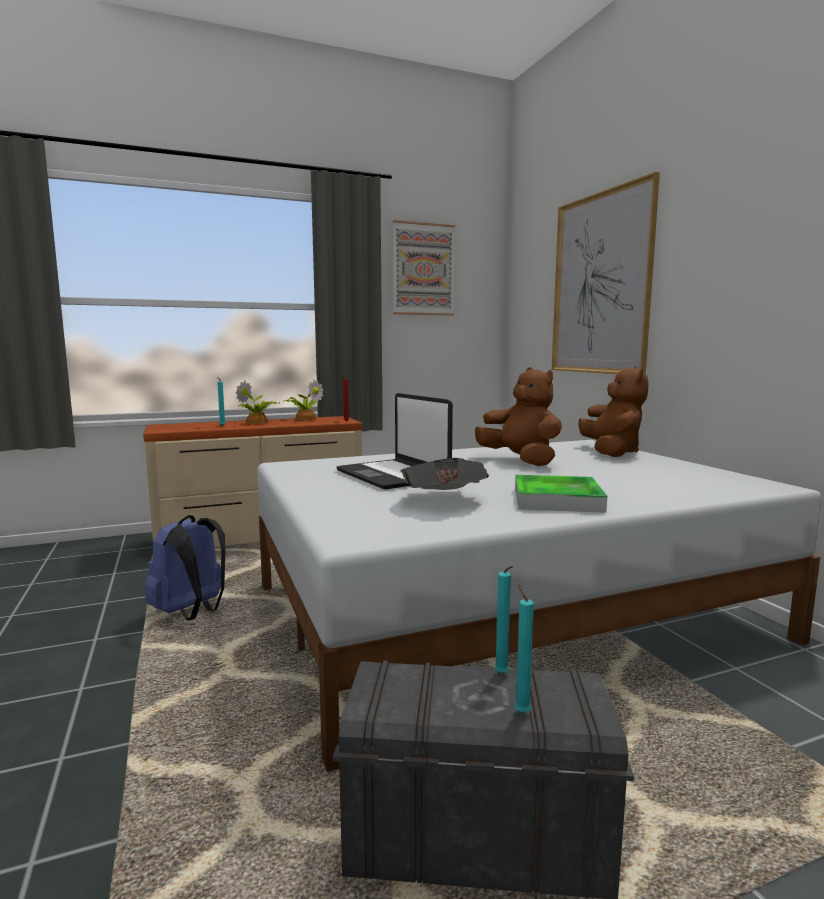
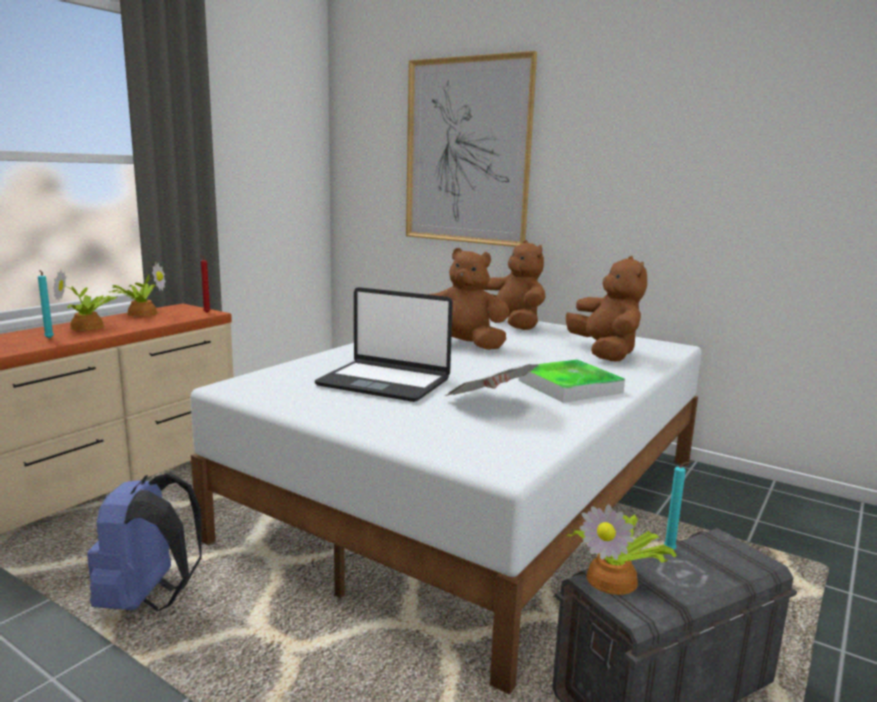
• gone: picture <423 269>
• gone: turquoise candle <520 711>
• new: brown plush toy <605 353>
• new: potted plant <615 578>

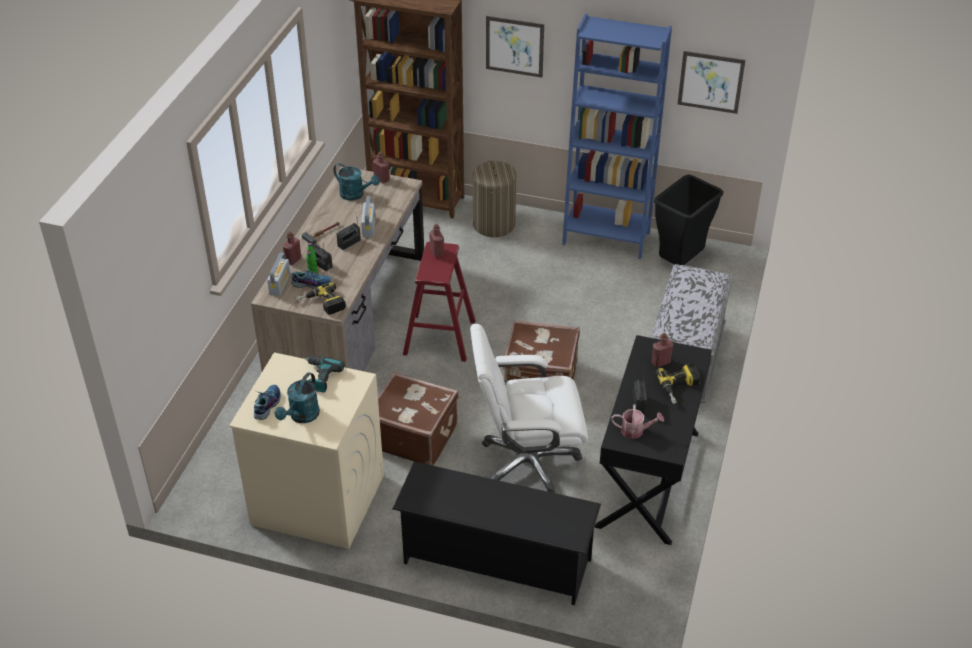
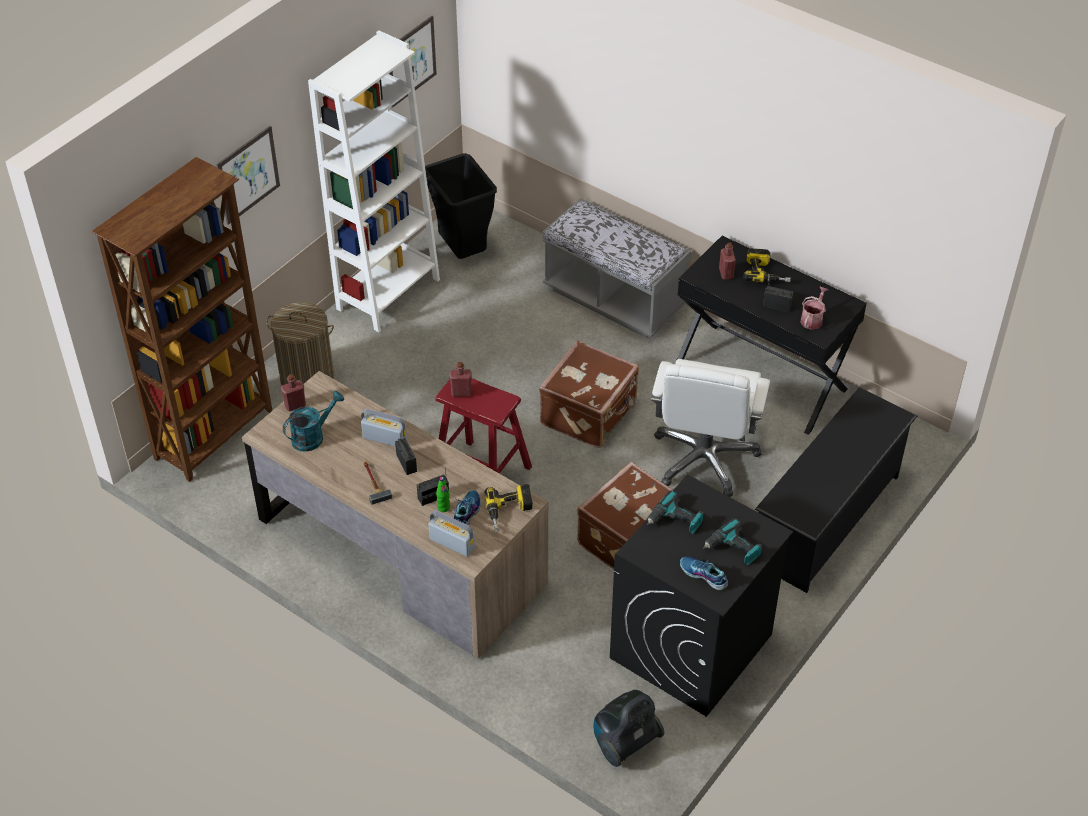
• repainted: blue bookcase <606 238> to white bookcase <388 294>
• gone: red bottle <293 260>
• repainted: beige washing machine <317 499> to black washing machine <690 647>
• swapped: turquoise watering can <301 417> to power drill <733 549>
• new: vacuum cleaner <624 743>

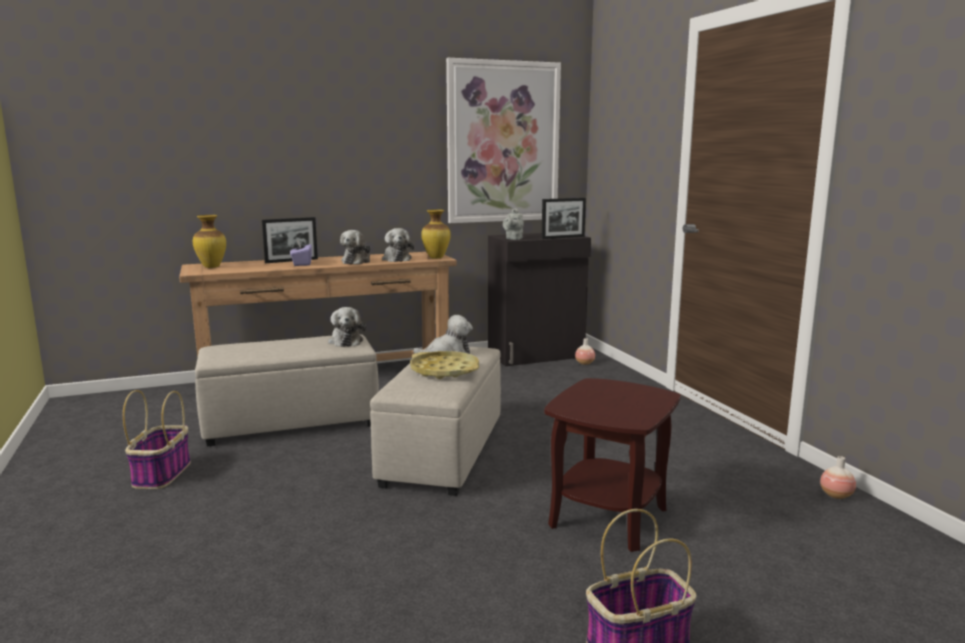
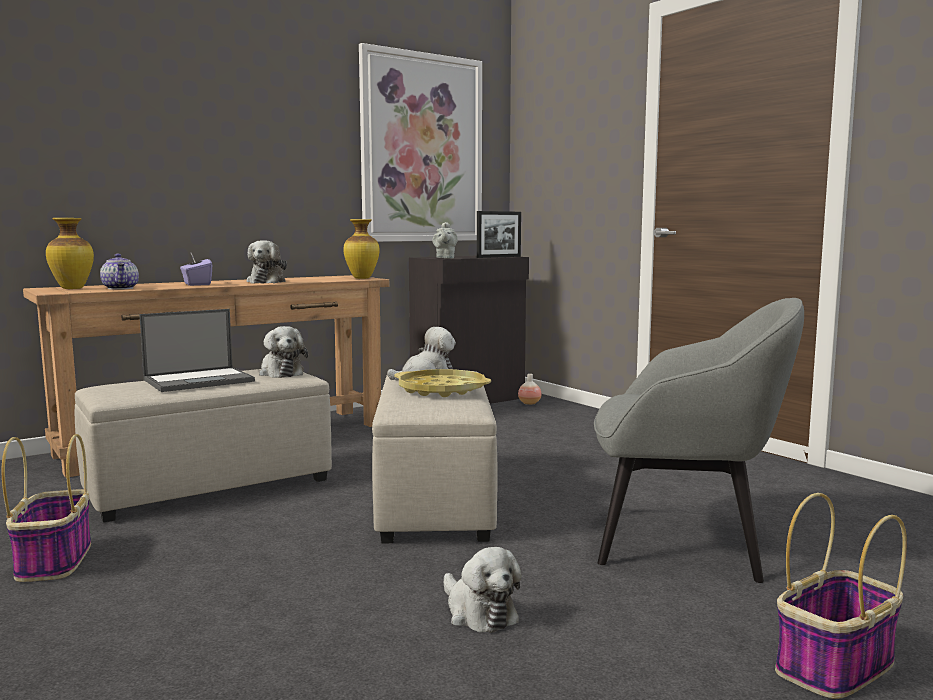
• gone: picture frame <291 261>
• shifted: plush toy <396 259> to <478 612>
• swapped: brown side table <609 517> to grey armchair <685 543>
• gone: vase <836 495>
• new: teapot <121 288>
• new: laptop <200 380>

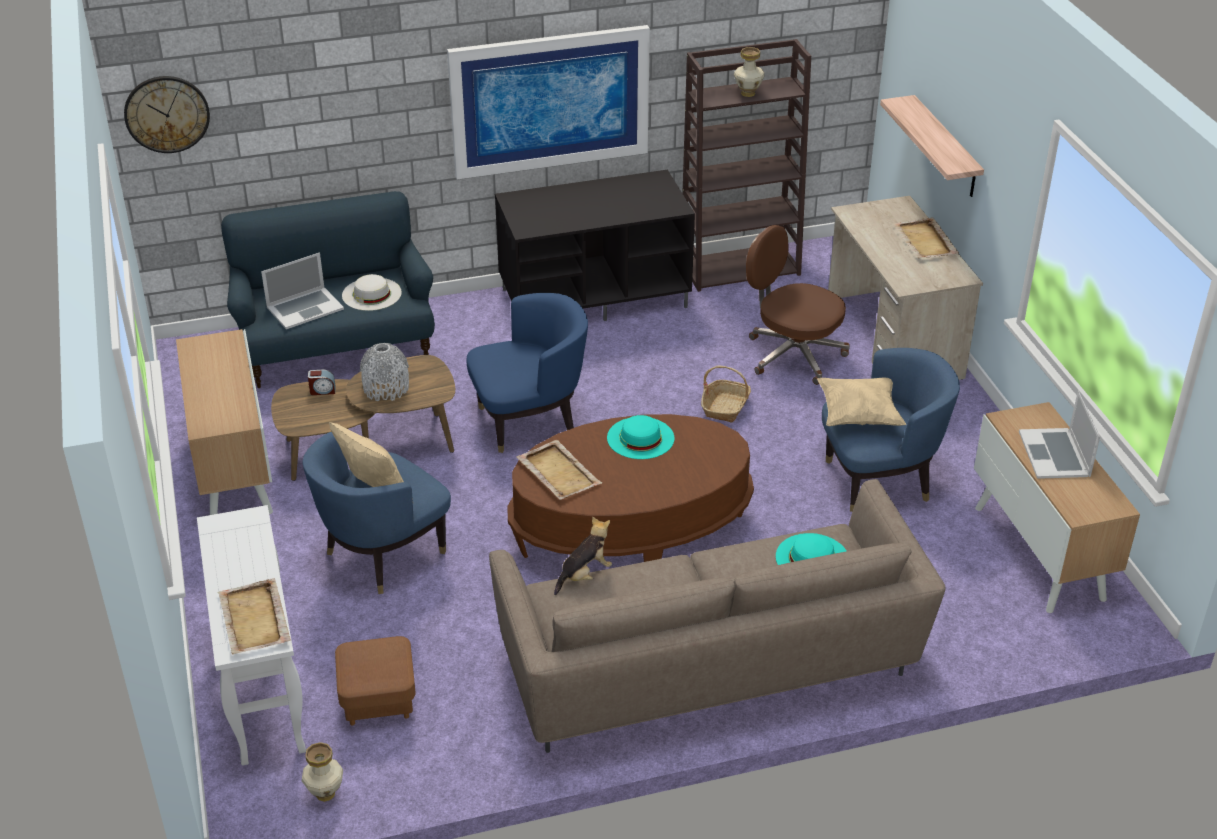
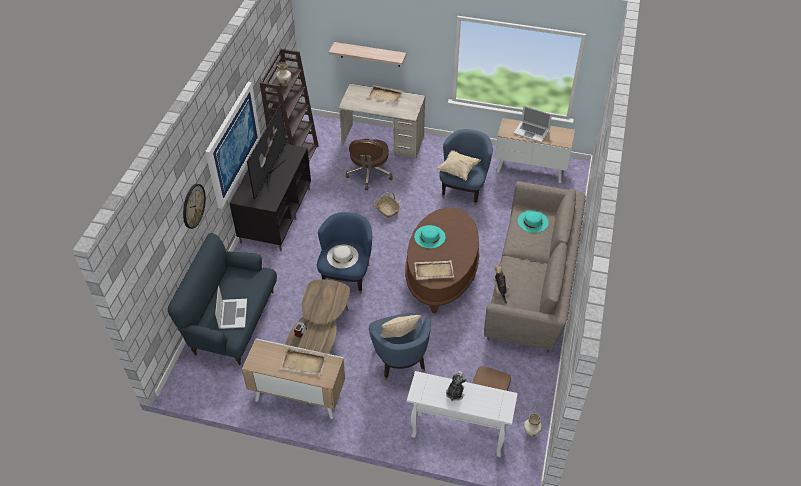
• shifted: wall clock <167 114> to <193 206>
• rotated: brown office chair <793 354> = <369 174> 60 degrees counterclockwise
• shifted: white hat <371 294> to <342 256>
• gone: grey vase <386 388>
• shifted: beige tray <254 620> to <304 362>
• new: television <270 174>
• new: plush toy <455 393>

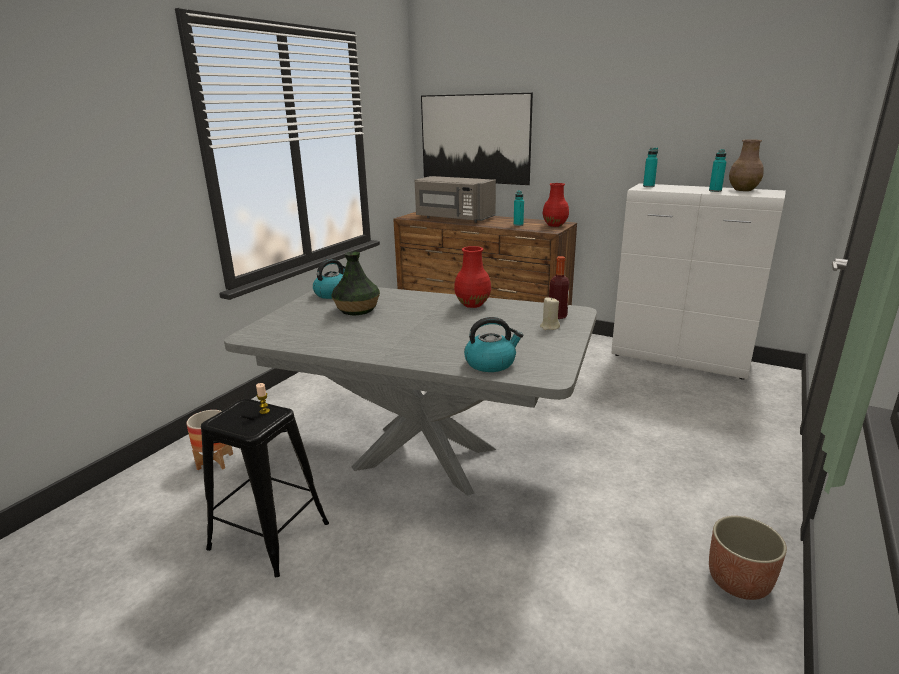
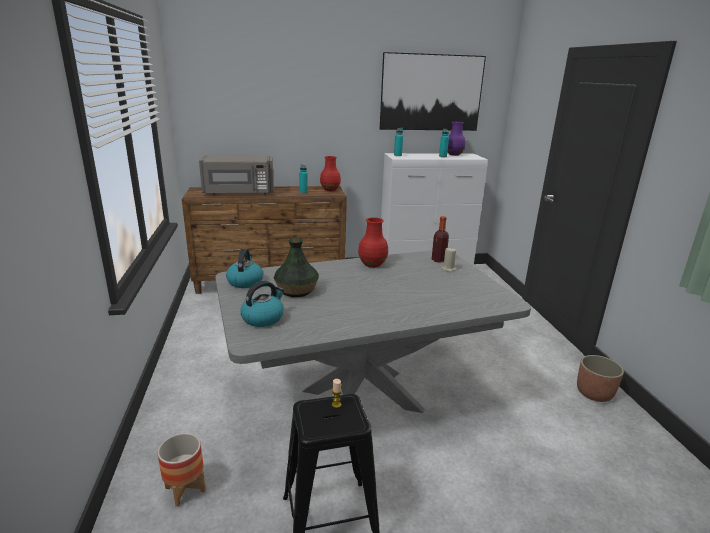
• shifted: picture <474 139> to <431 93>
• repainted: brown vase <743 190> to purple vase <454 154>
• shifted: kettle <491 363> to <263 318>

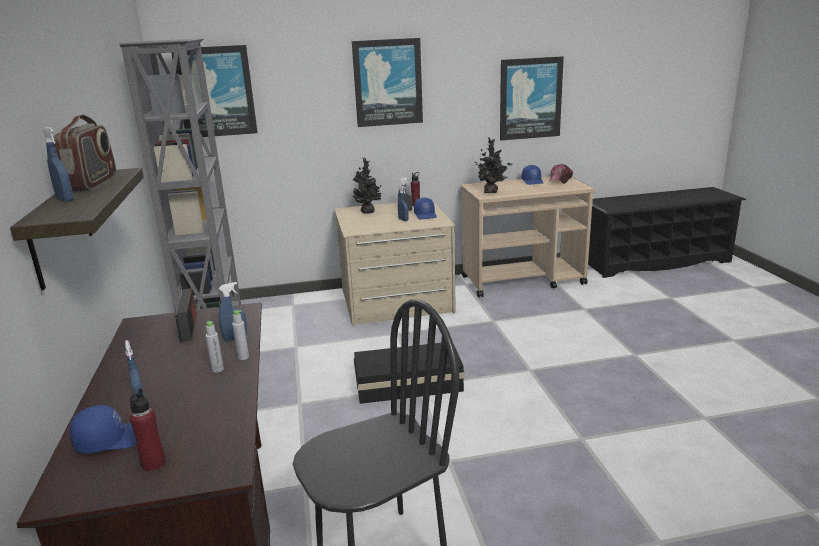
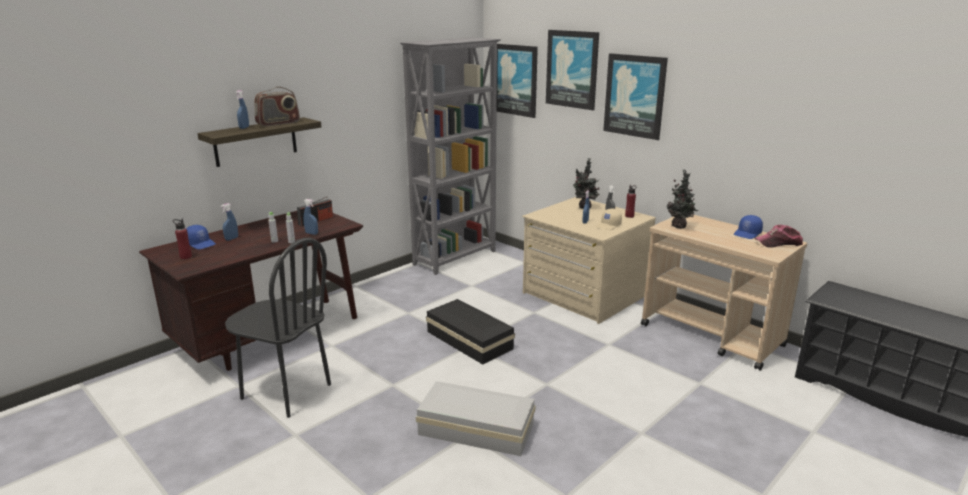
• shifted: picture <530 98> to <572 69>
• repainted: blue cap <425 215> to beige cap <609 225>
• new: white storage box <475 428>

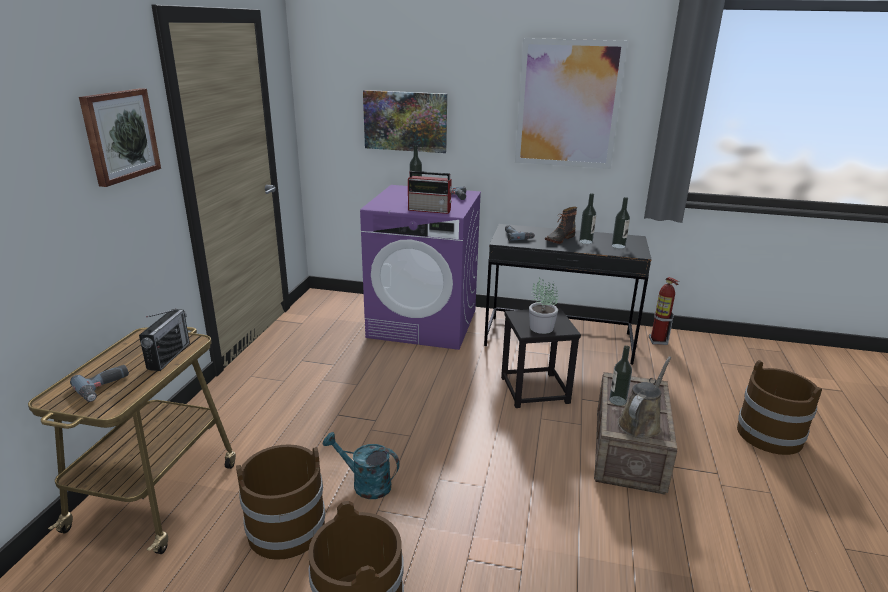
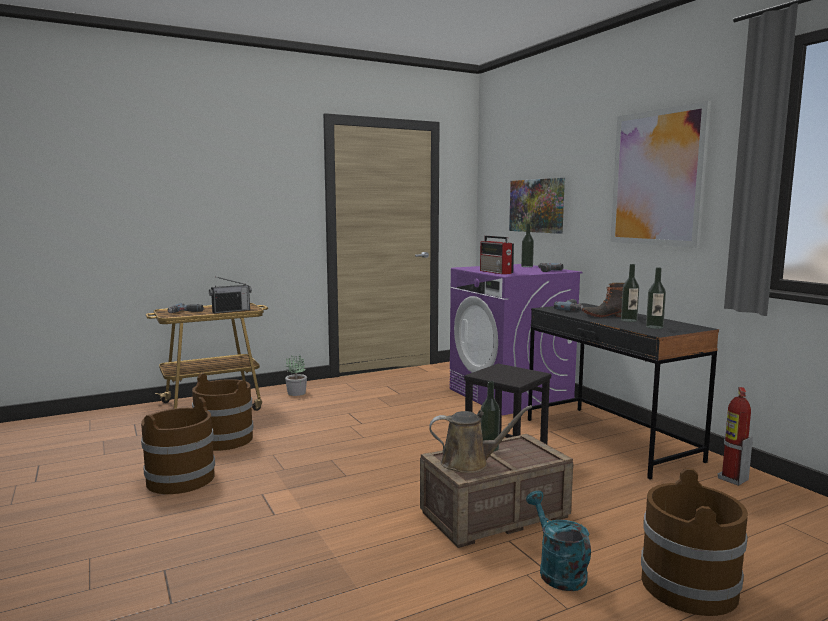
• gone: picture <120 135>
• shifted: potted plant <540 328> to <296 393>
• shifted: turquoise watering can <365 484> to <557 570>

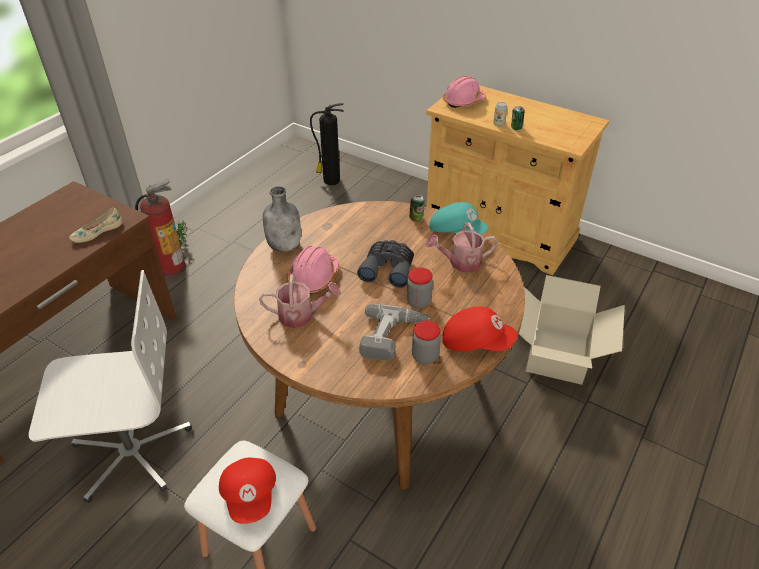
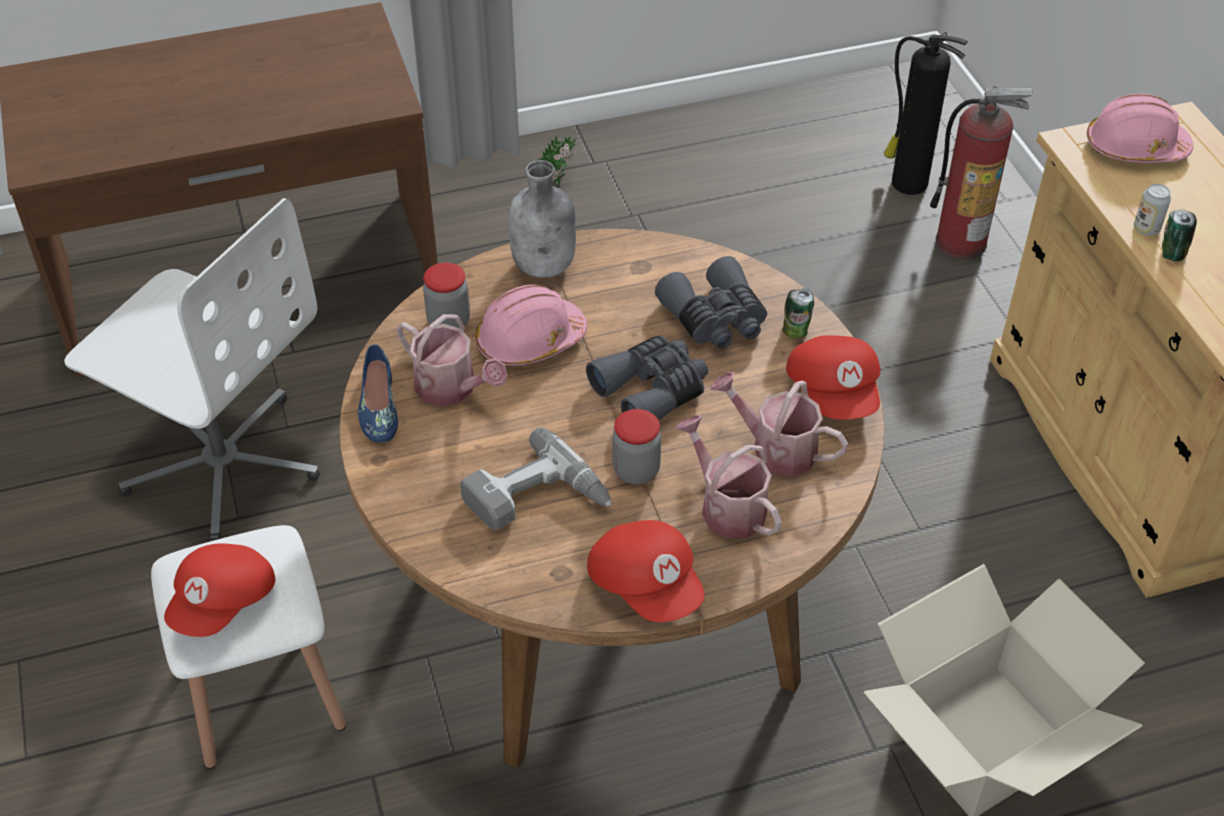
• shifted: fire extinguisher <172 267> to <961 241>
• repainted: turquoise cap <457 232> to red cap <835 393>
• gone: beige shoe <97 232>
• shifted: jar <425 356> to <449 322>
• new: grey binoculars <715 319>
• new: blue shoe <378 407>
• new: watering can <727 506>

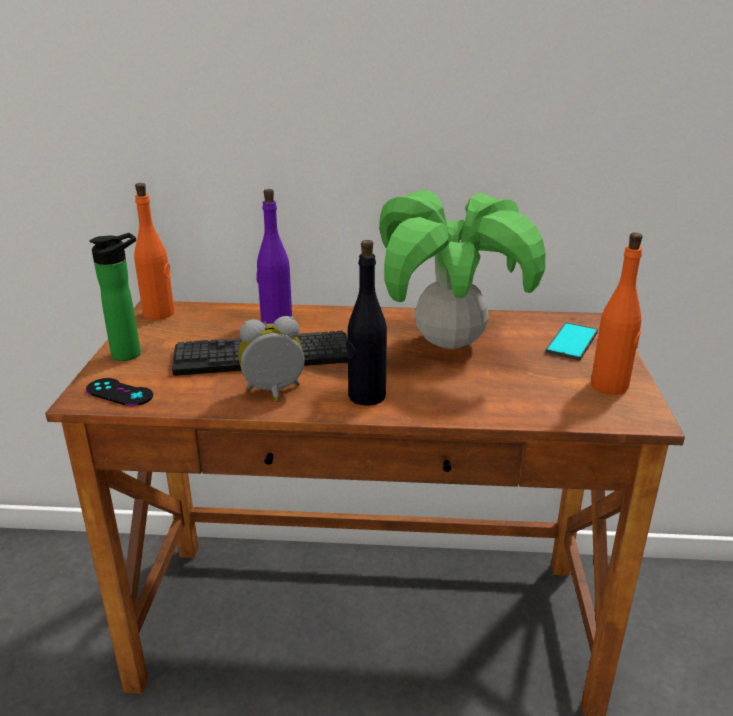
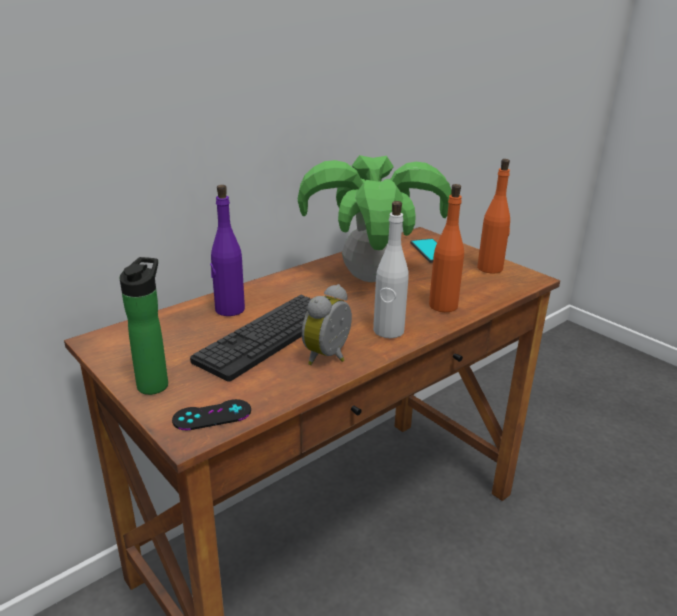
• shifted: orange bottle <159 313> to <443 305>
• repainted: black bottle <366 396> to white bottle <388 331>

